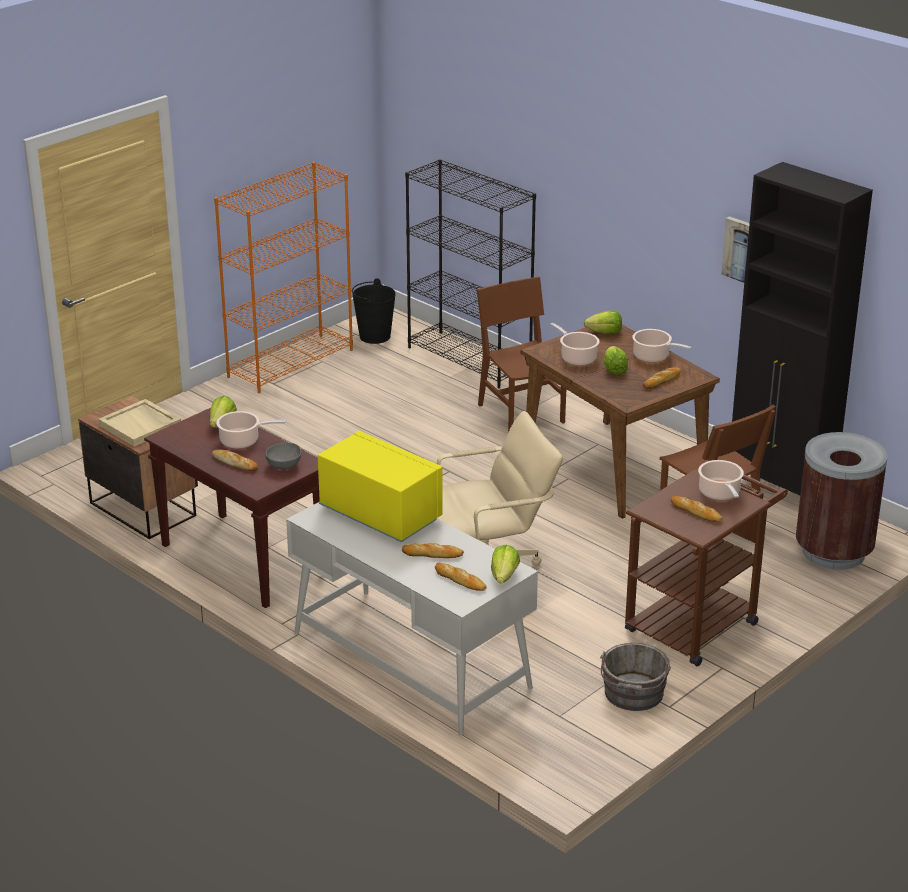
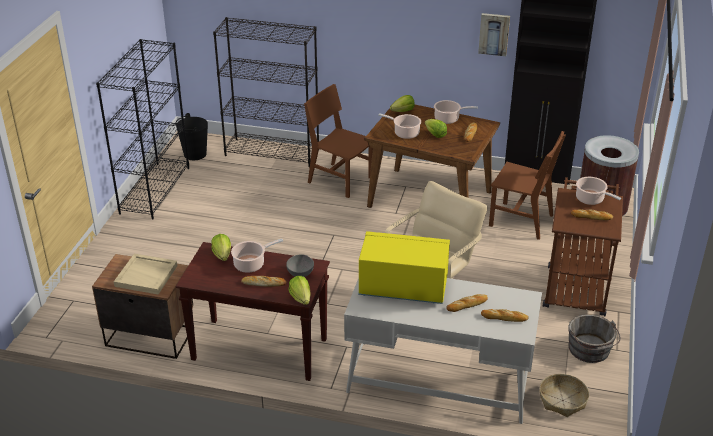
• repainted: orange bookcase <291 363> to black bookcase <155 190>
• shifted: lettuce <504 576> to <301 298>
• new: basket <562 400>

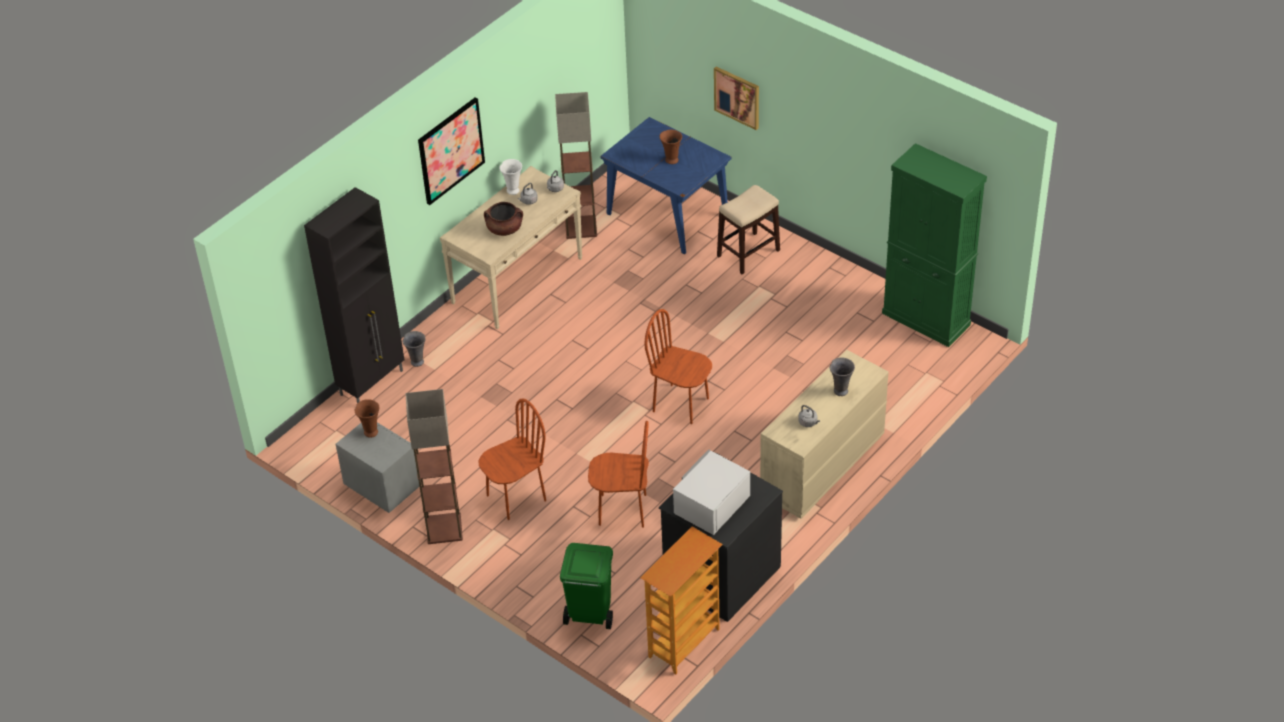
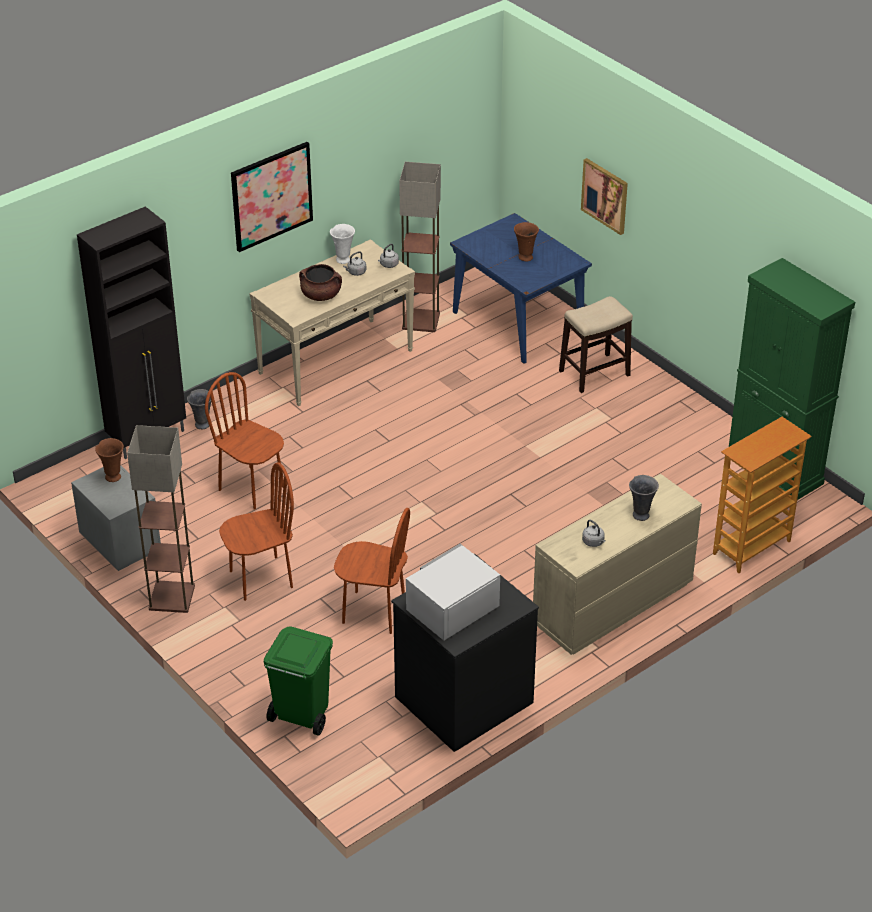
• shifted: brown chair <681 404> to <252 488>
• shifted: bookcase <684 643> to <752 548>

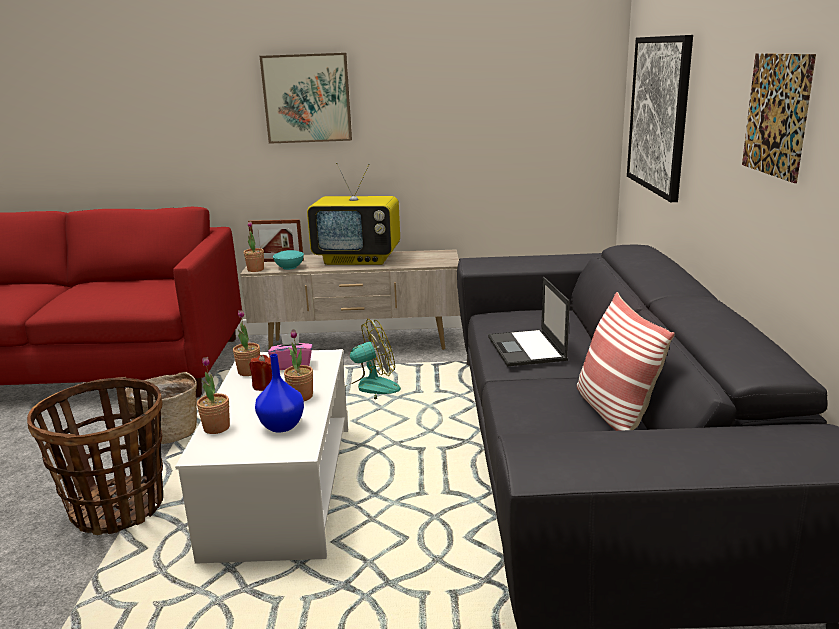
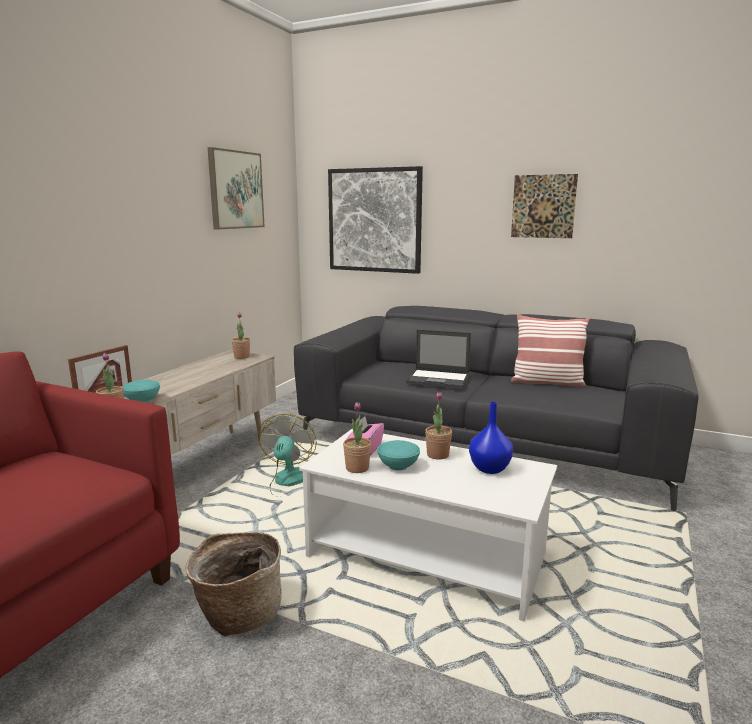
• shifted: picture <307 98> to <235 190>
• gone: television <358 259>
• swapped: red candle <264 386> to turquoise bowl <399 465>
• shifted: potted plant <216 428> to <242 357>
• gone: basket <118 508>

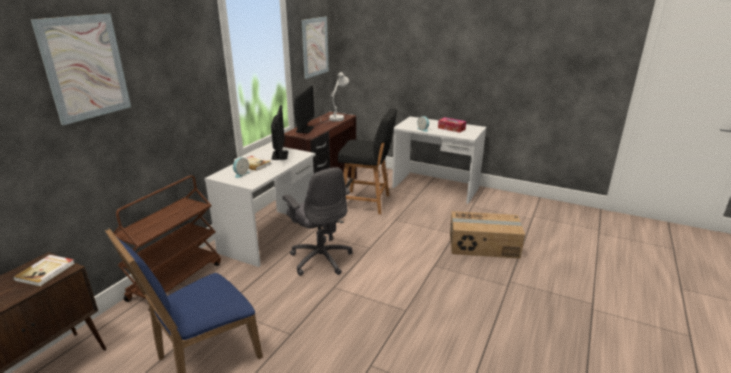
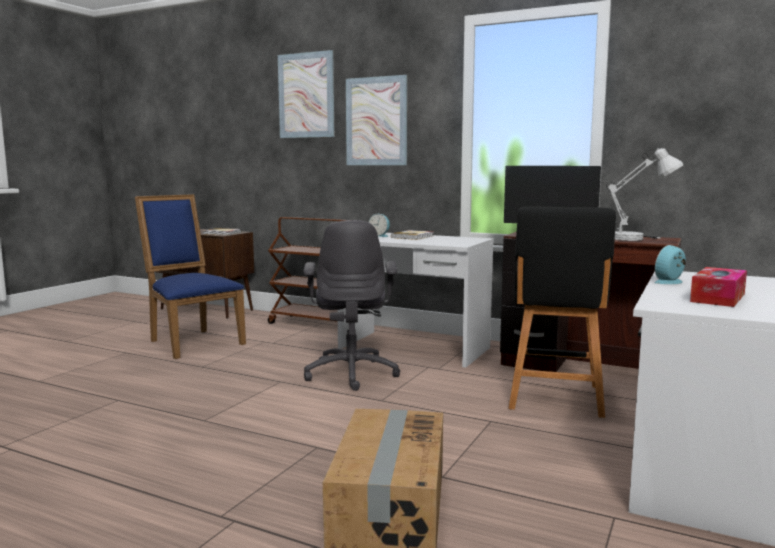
• shifted: picture <315 47> to <376 121>
• gone: monitor <280 155>
• rotated: grey office chair <321 259> = <352 373> 60 degrees counterclockwise

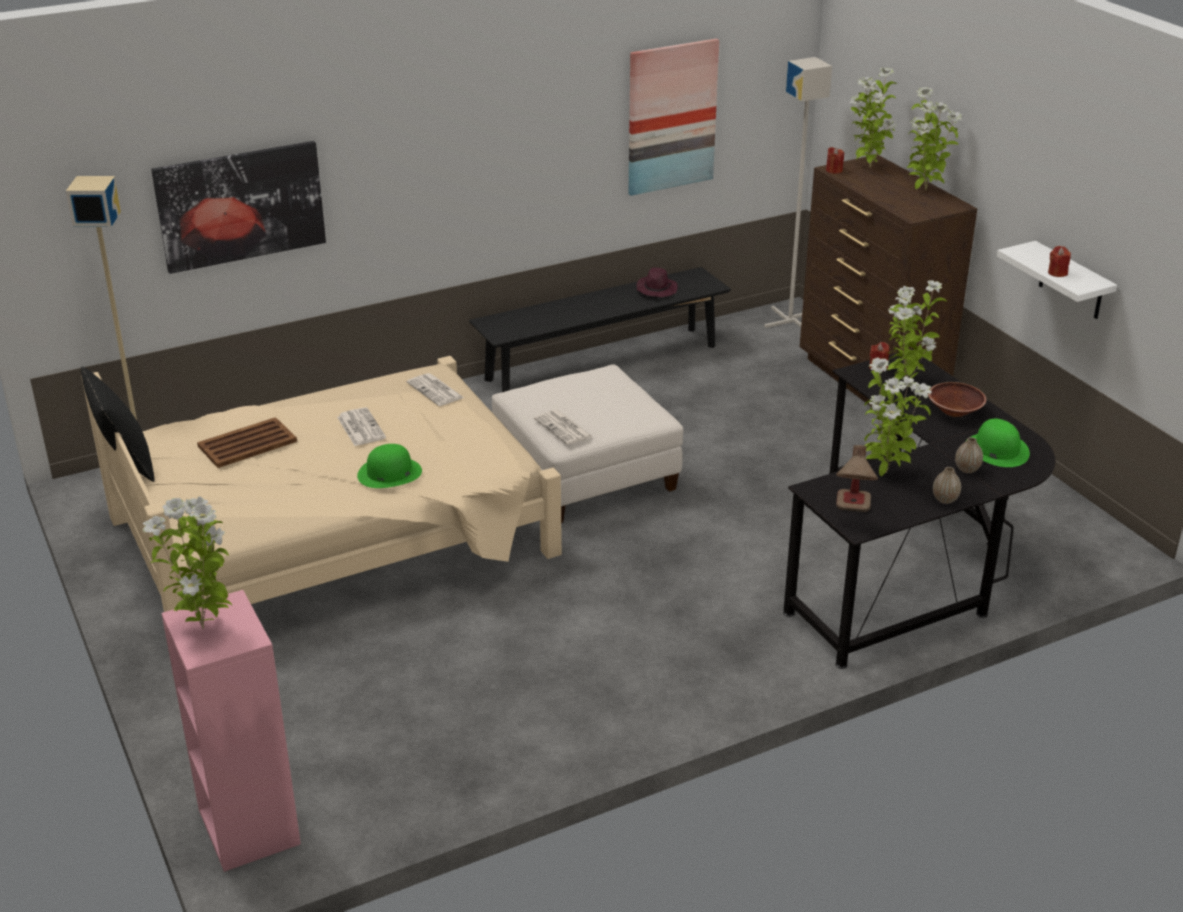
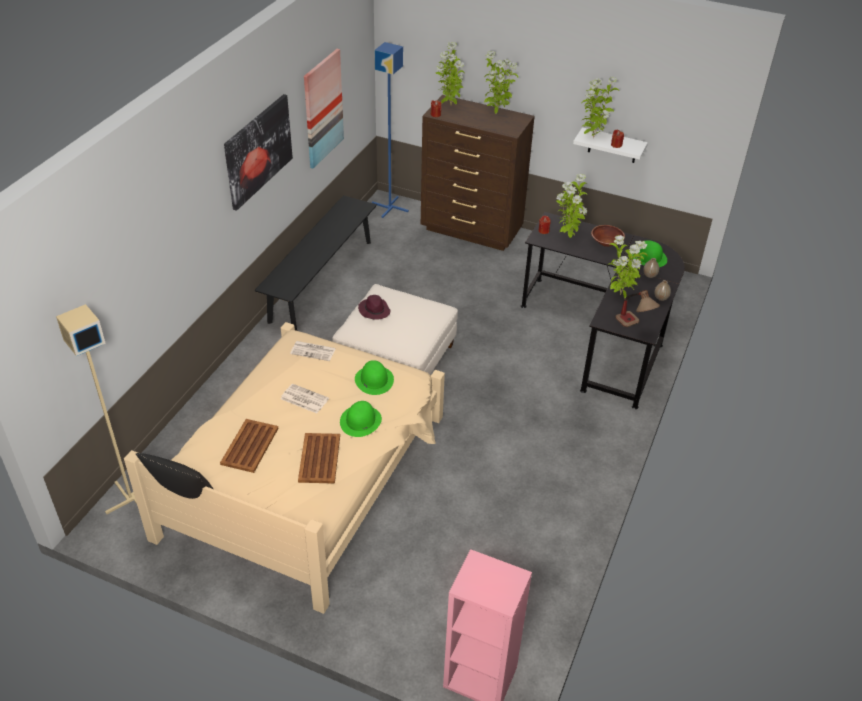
• repainted: grey floor lamp <791 320> to blue floor lamp <390 207>
• shifted: picture <241 205> to <258 151>
• shifted: purple hat <656 289> to <374 310>
• gone: newspaper <564 428>
• shifted: potted plant <204 627> to <592 137>
• new: green hat <374 380>
• new: brown tray <319 459>

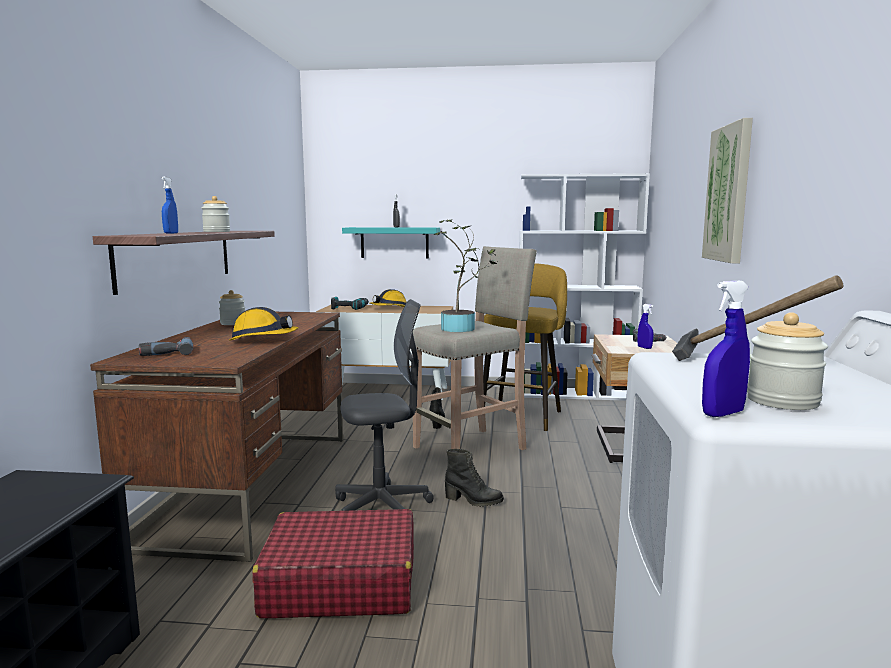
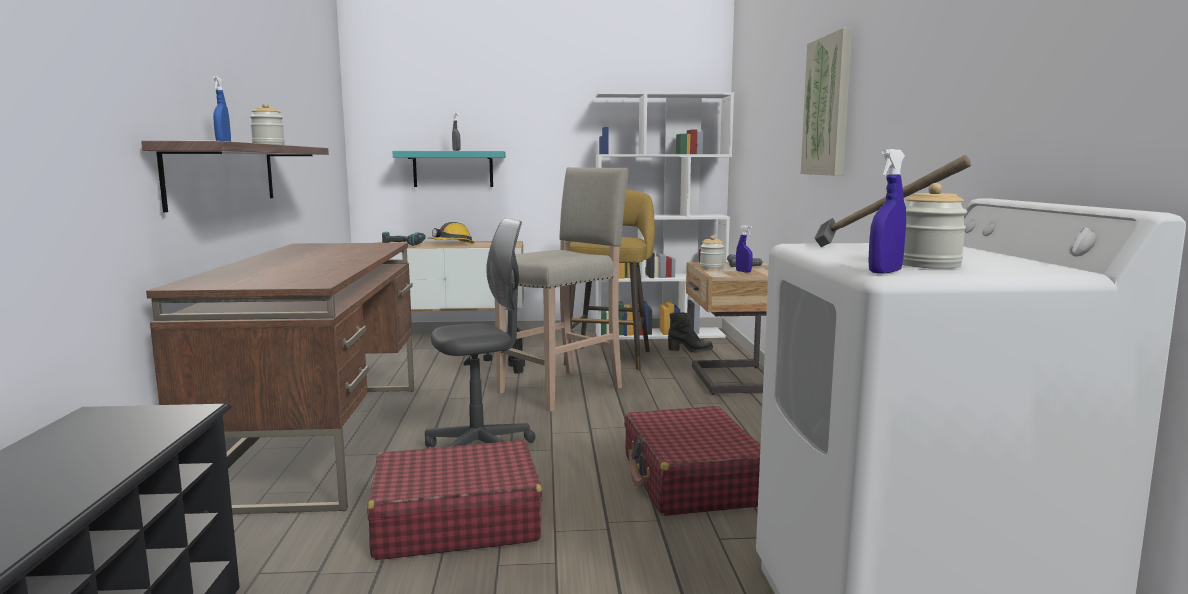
• gone: potted plant <462 329>
• shifted: jar <233 323> to <711 267>
• gone: hard hat <263 340>
• gone: power drill <167 352>
• shifted: black boot <473 501> to <690 350>
• new: red suitcase <691 480>

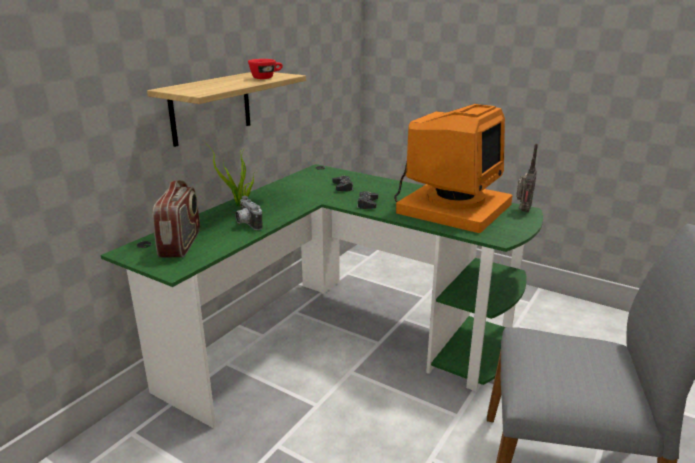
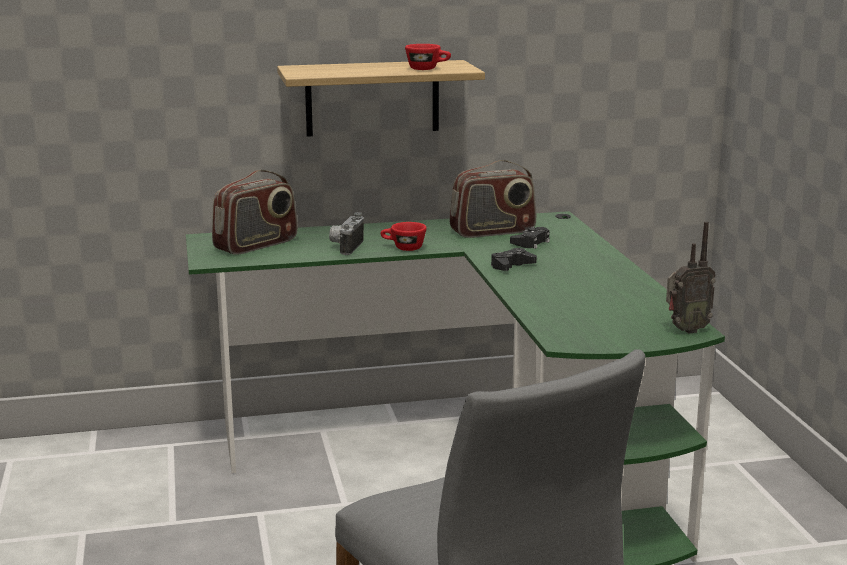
• gone: monitor <452 207>
• gone: potted plant <240 205>
• new: radio <492 232>
• new: red cup <403 248>

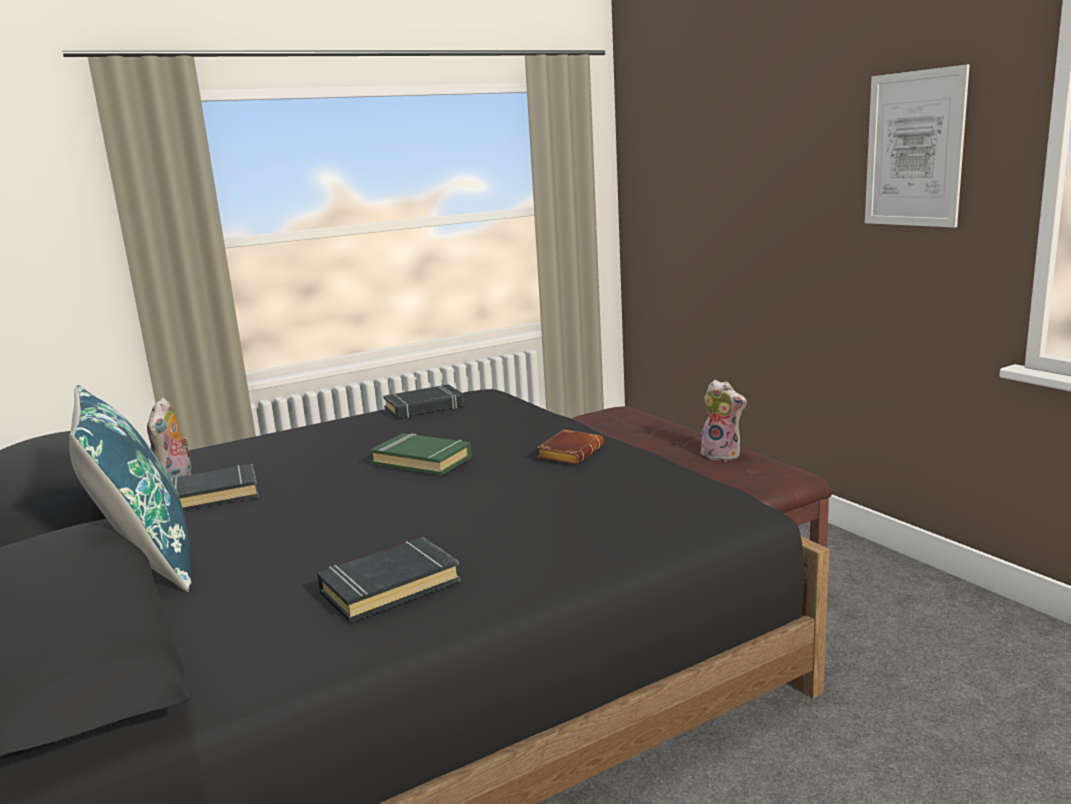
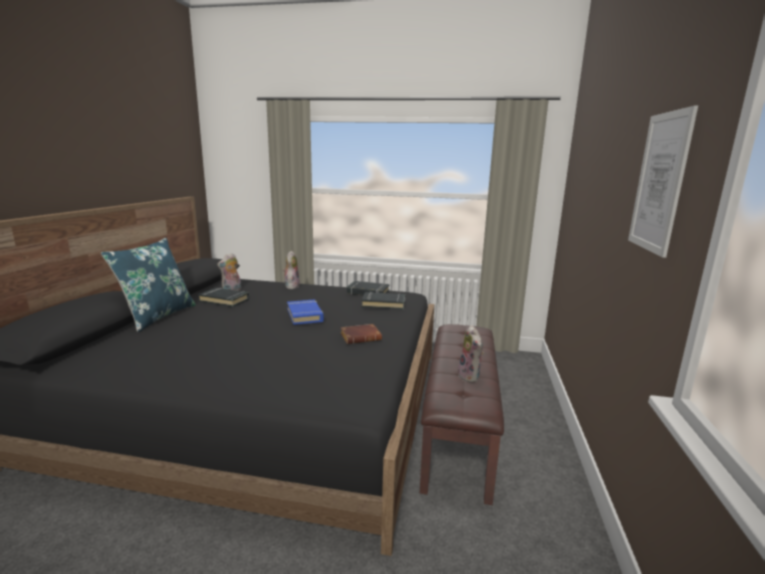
• repainted: green book <423 460> to blue book <305 315>
• shifted: black book <389 587> to <383 304>
• new: plush toy <291 286>

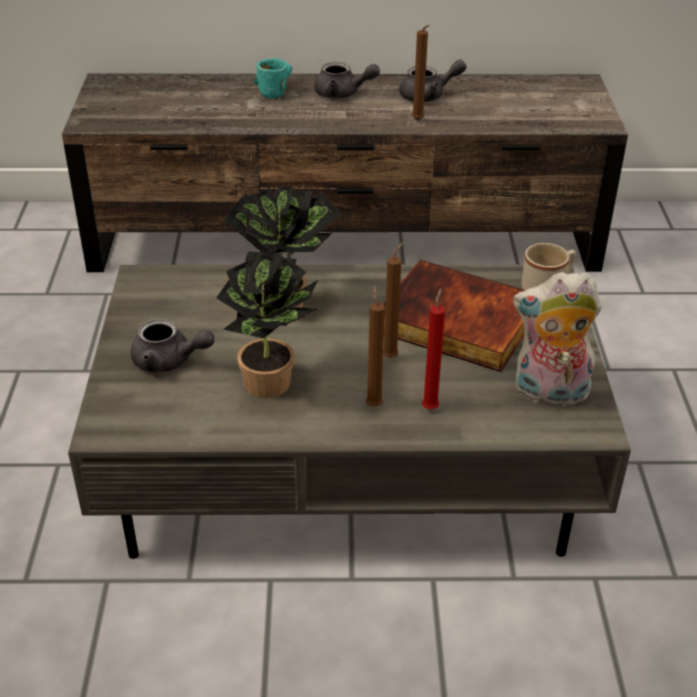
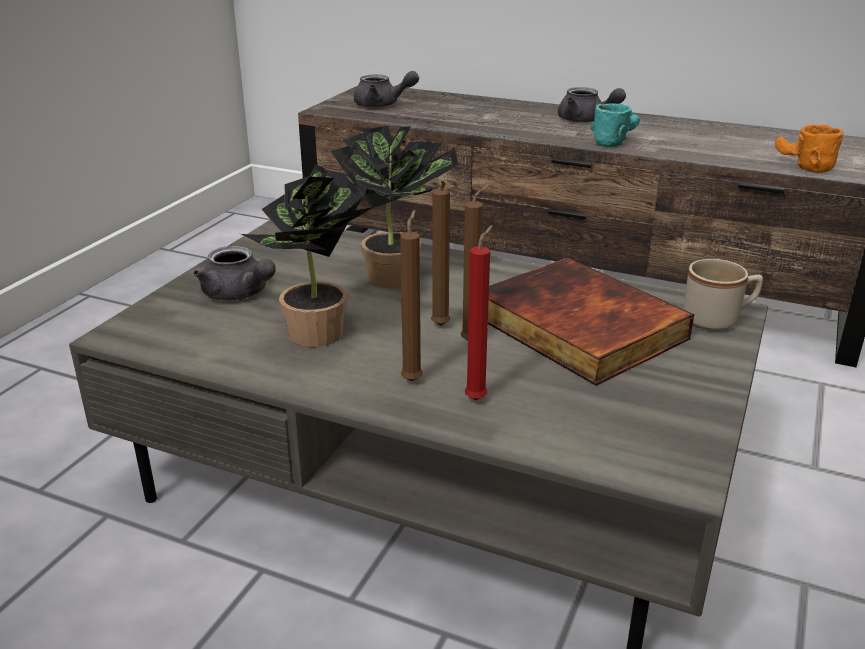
• shifted: brown candle <418 121> to <440 327>
• shifted: turquoise mug <276 90> to <614 140>
• shifted: grey teapot <428 96> to <382 105>
• gone: plush toy <548 394>
• new: orange mug <802 166>

